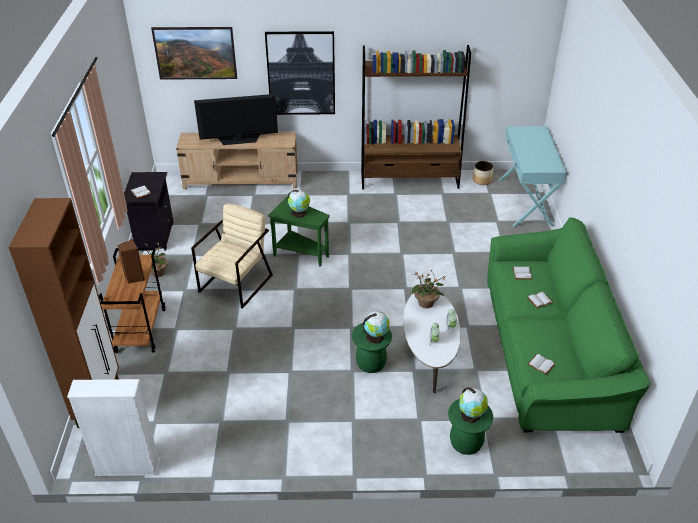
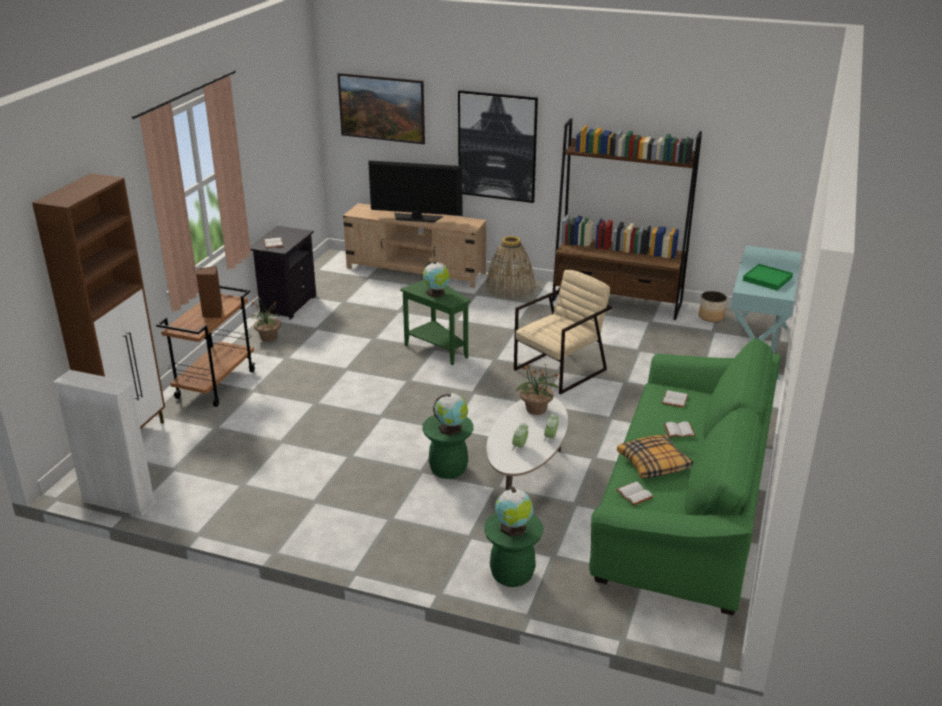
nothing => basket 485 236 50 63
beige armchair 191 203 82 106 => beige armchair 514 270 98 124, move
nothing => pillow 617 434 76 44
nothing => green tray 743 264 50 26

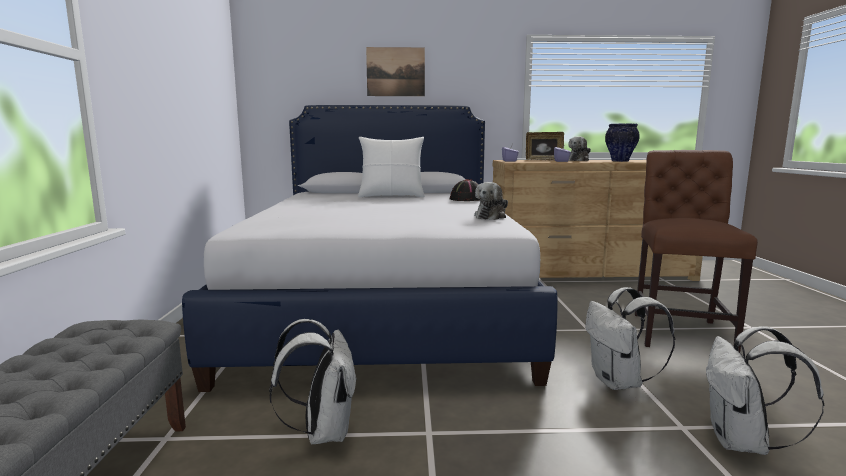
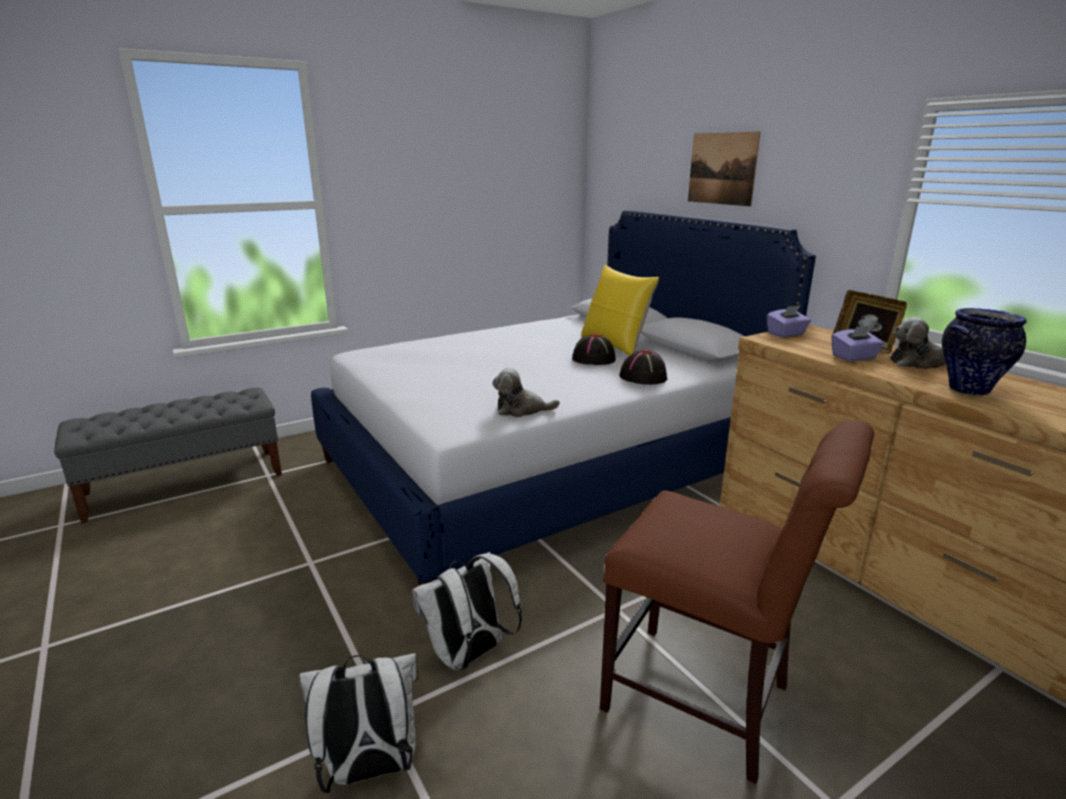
nothing => black hat 572 334 44 31
white pillow 358 137 66 60 => yellow pillow 581 265 78 91
brown chair 635 150 123 202 => brown chair 600 420 274 364, 45 degrees clockwise
white backpack 269 319 88 125 => nothing

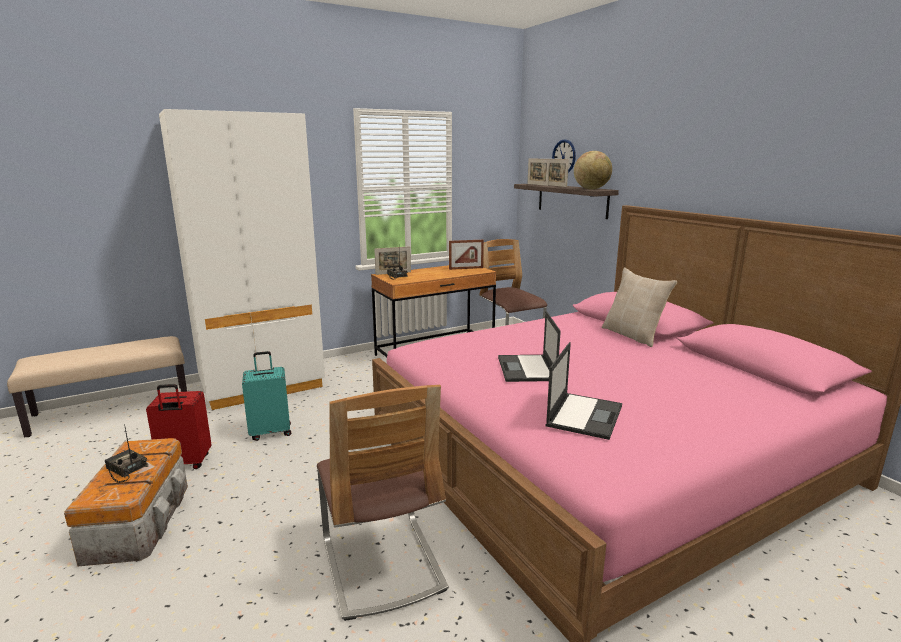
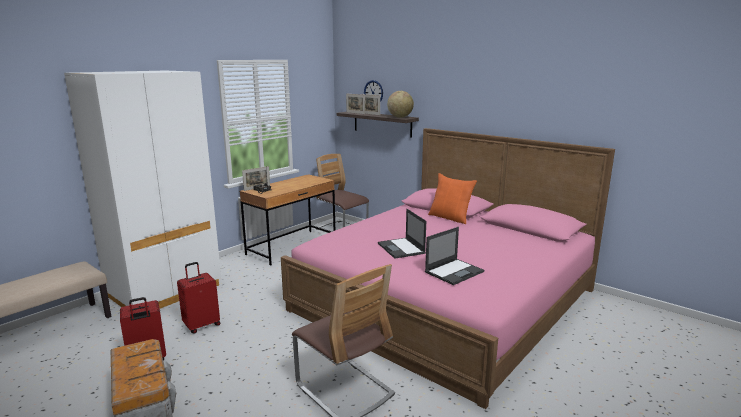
turquoise suitcase 242 351 49 90 => red suitcase 177 262 43 71
laptop 546 342 76 98 => laptop 425 227 59 58, 45 degrees clockwise
beige pillow 602 268 75 79 => orange pillow 428 173 49 51
radio 105 424 43 59 => nothing
picture frame 449 240 35 30 => nothing

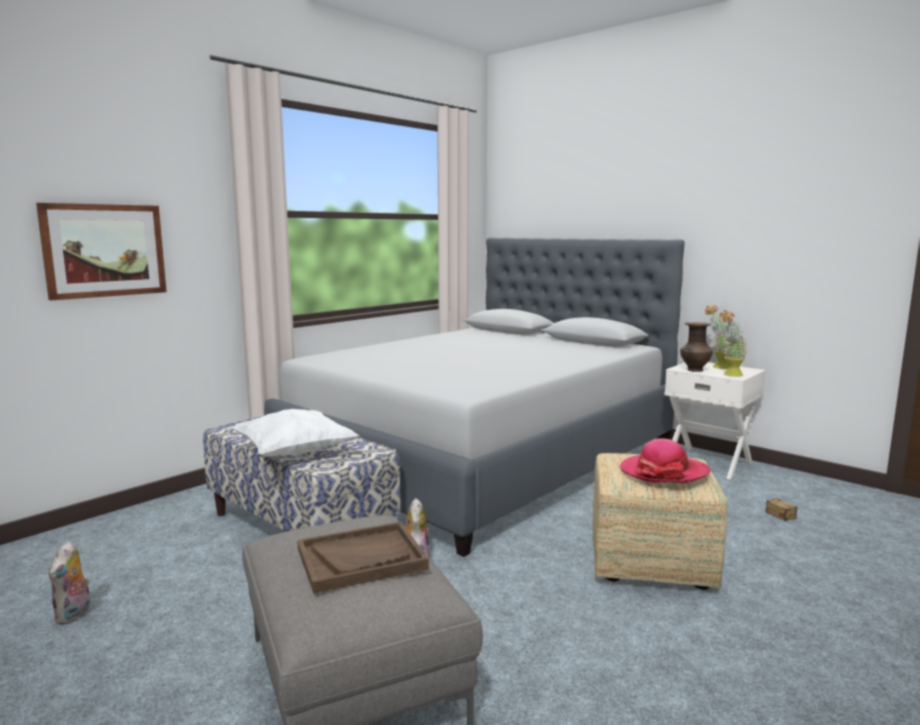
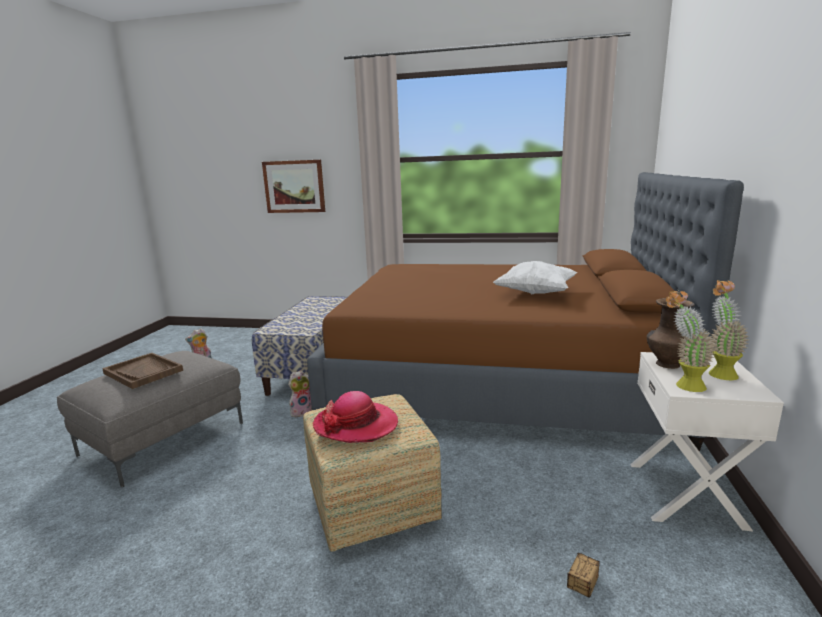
grey bed 264 238 421 319 => brown bed 307 172 437 280
white pillow 232 409 127 48 => white pillow 493 261 85 33, move

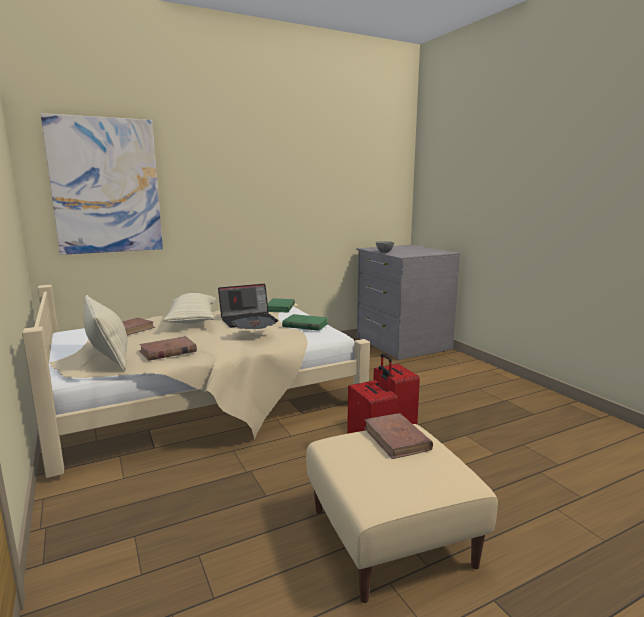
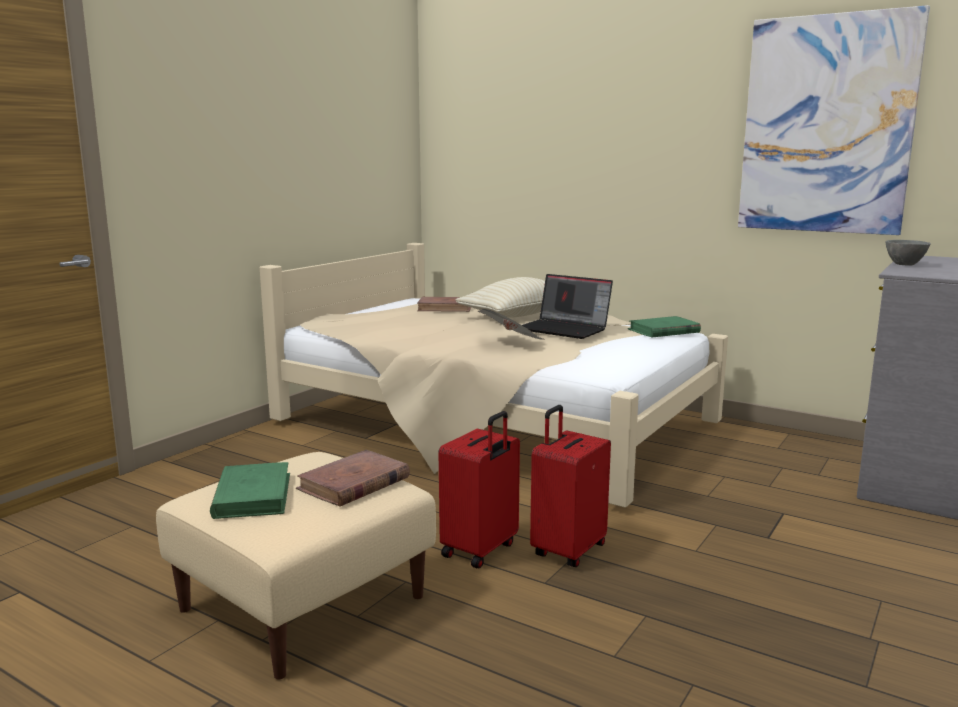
green book 282 314 46 17 => green book 210 462 80 57, move
picture 41 113 122 142 => picture 738 5 192 230, move
beige pillow 84 295 44 76 => nothing
brown book 139 336 58 25 => nothing

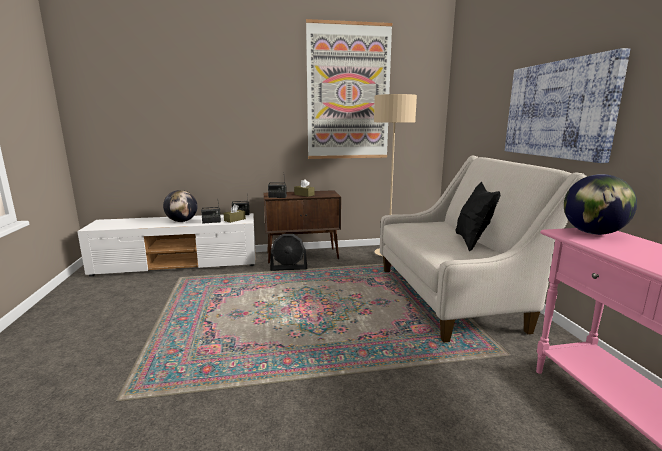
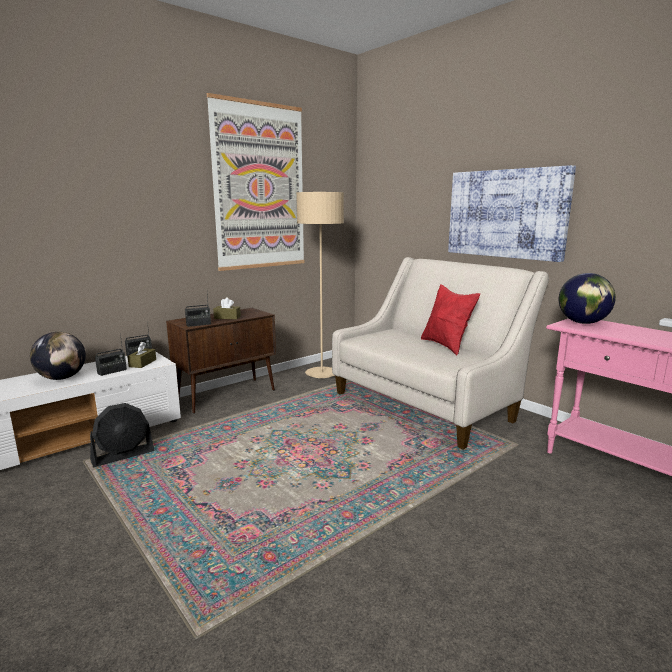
black fan 270 234 37 37 => black fan 90 403 65 64, move
black pillow 455 182 46 69 => red pillow 421 284 59 71

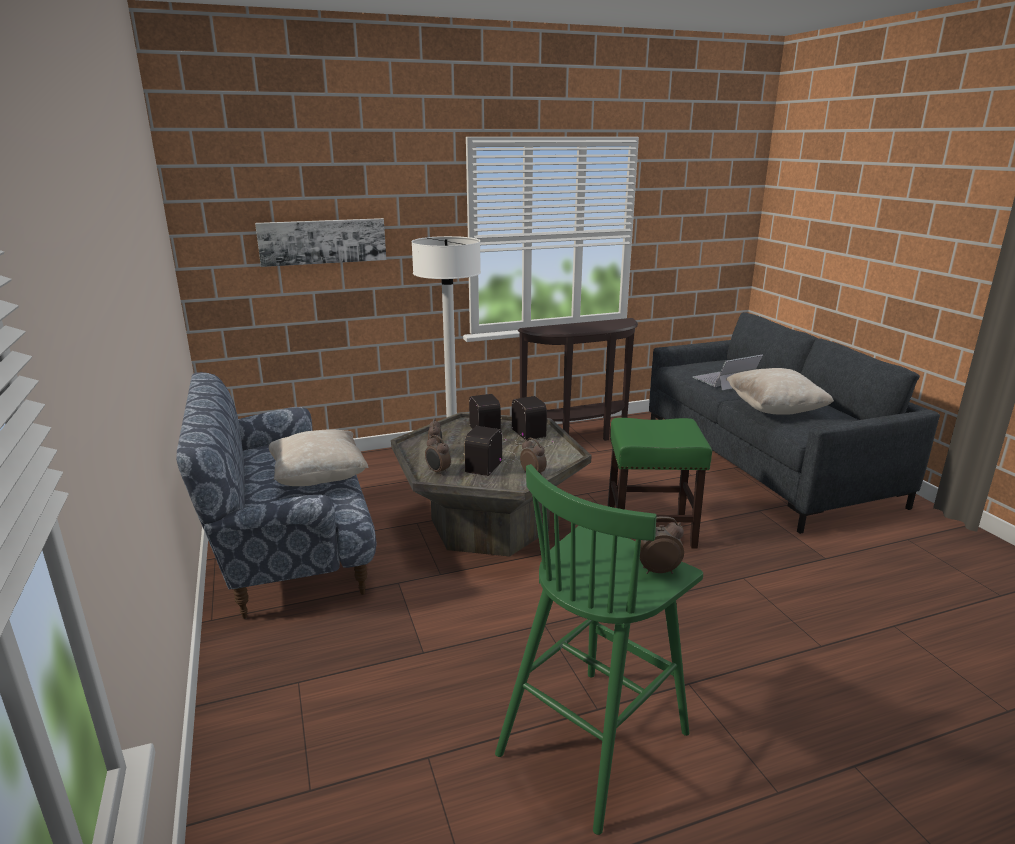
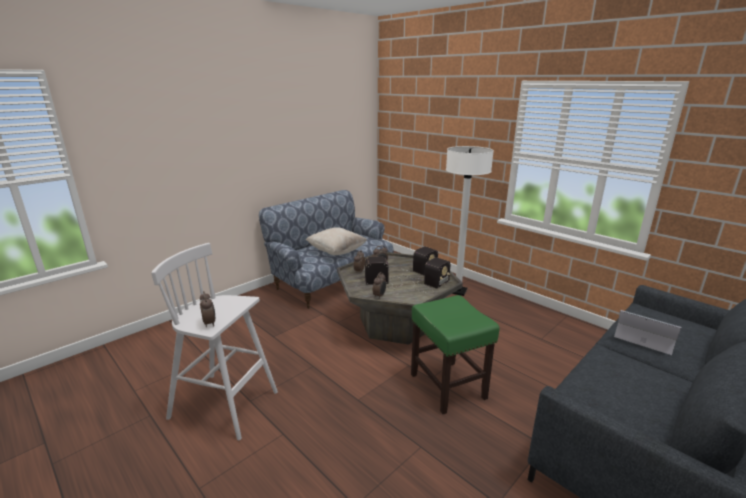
green stool 495 464 208 371 => white stool 151 243 127 197
picture 255 218 131 49 => nothing
brown console table 518 318 120 123 => nothing
beige pillow 726 368 108 47 => nothing

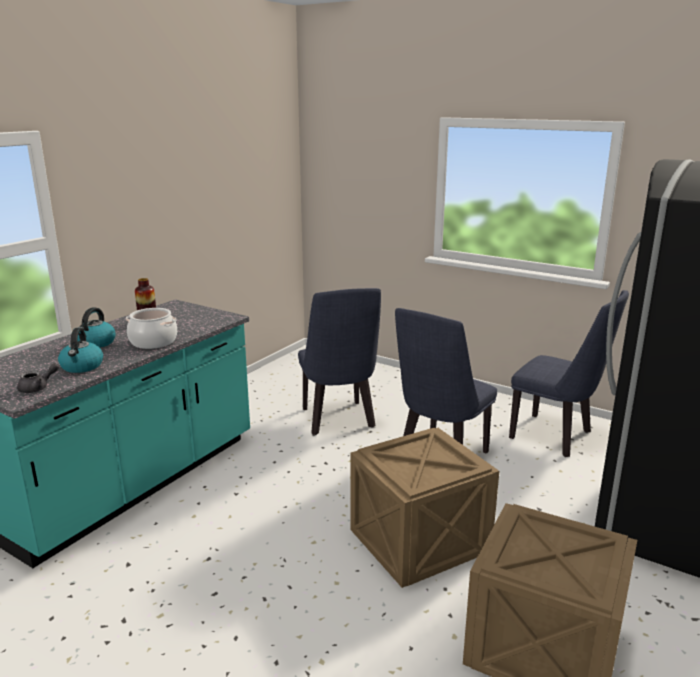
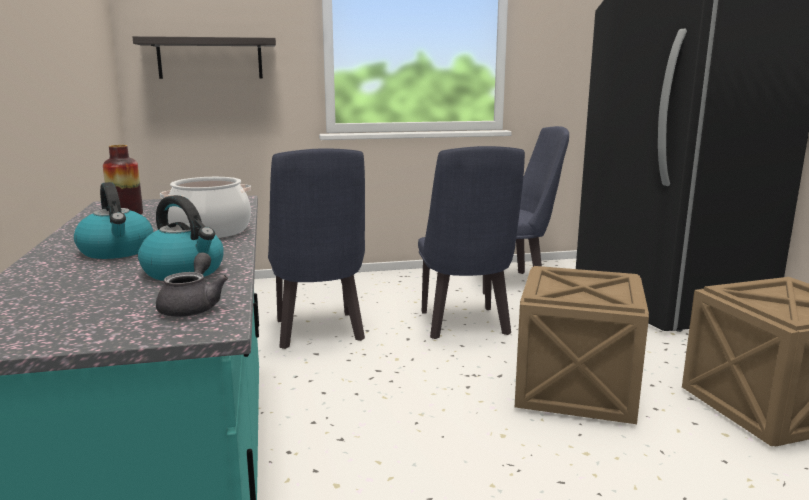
nothing => shelf 132 36 144 43
blue chair 298 288 83 147 => blue chair 268 148 97 201, 45 degrees clockwise

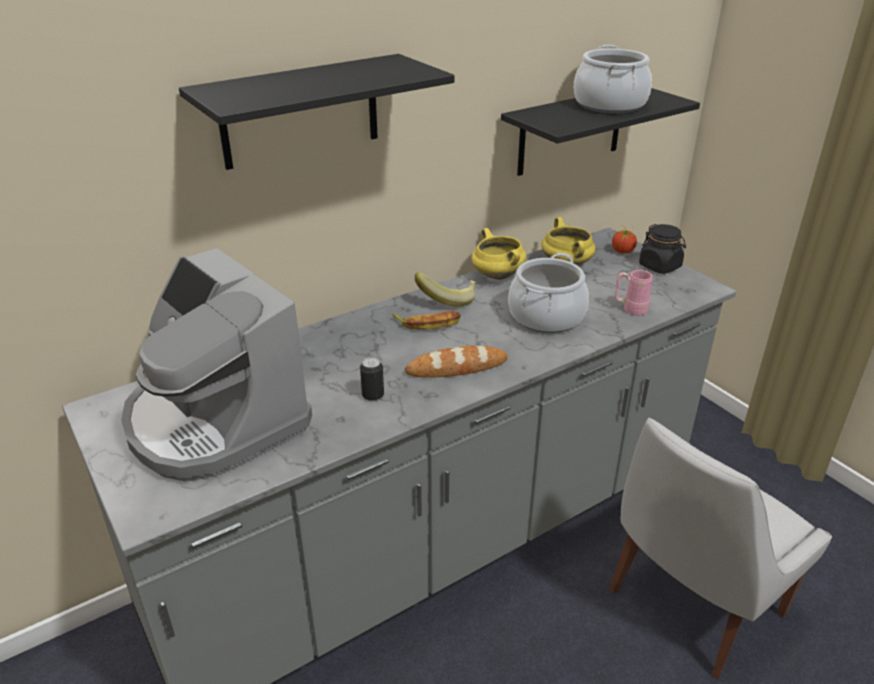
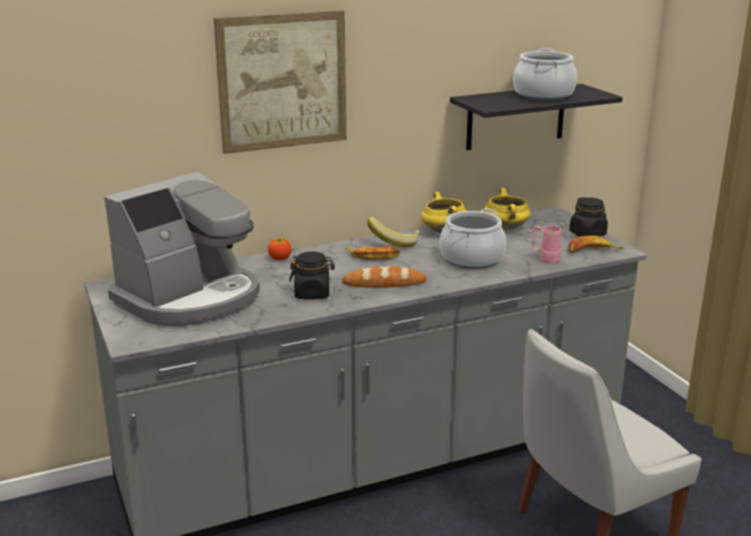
coffee machine 121 248 191 234 => coffee machine 104 172 156 154, 105 degrees counterclockwise
black shelf 179 54 275 116 => picture 214 10 132 144
tomato 612 227 25 27 => tomato 268 234 23 26, move
can 360 357 24 44 => black jar 289 252 46 47
nothing => banana 568 236 56 17

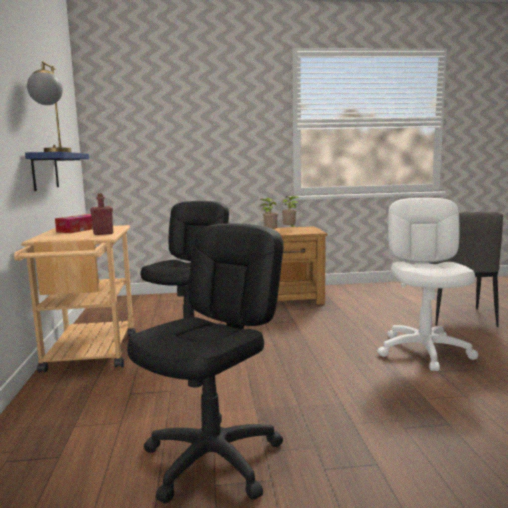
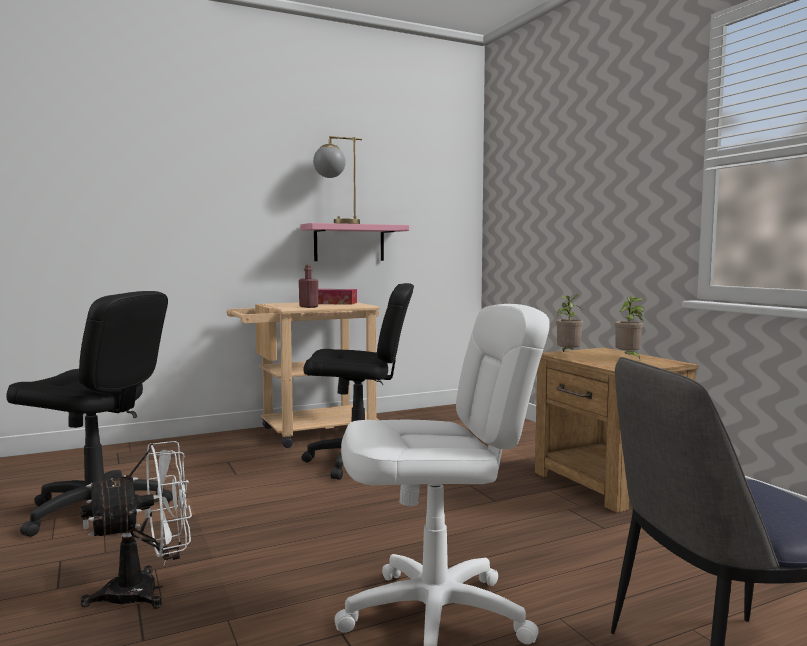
nothing => white fan 80 441 112 168
blue shelf 25 152 64 39 => pink shelf 301 223 108 38

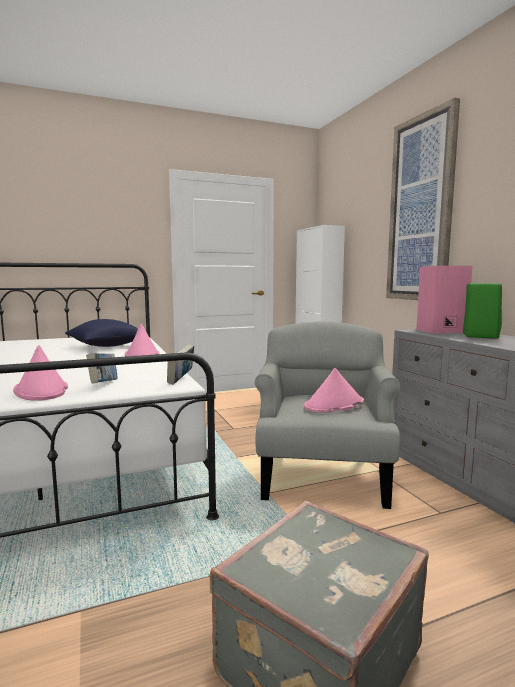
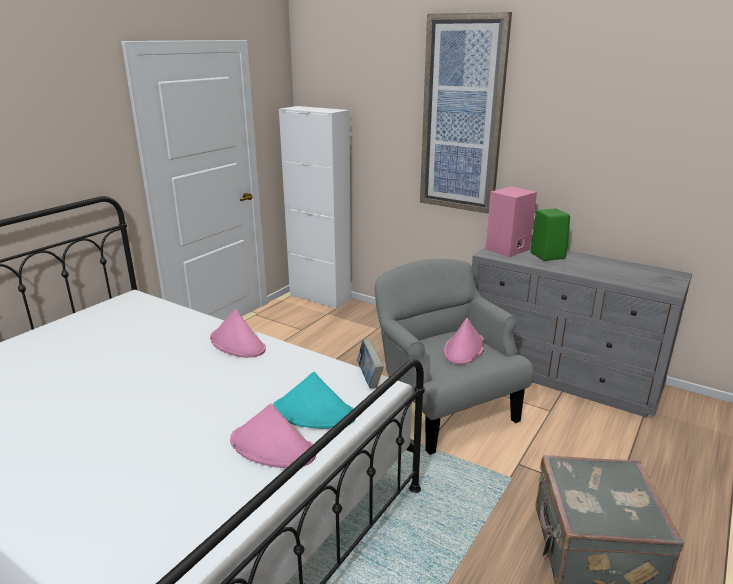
book 86 353 32 31 => turquoise hat 273 372 83 57
blue pillow 65 319 73 28 => nothing

